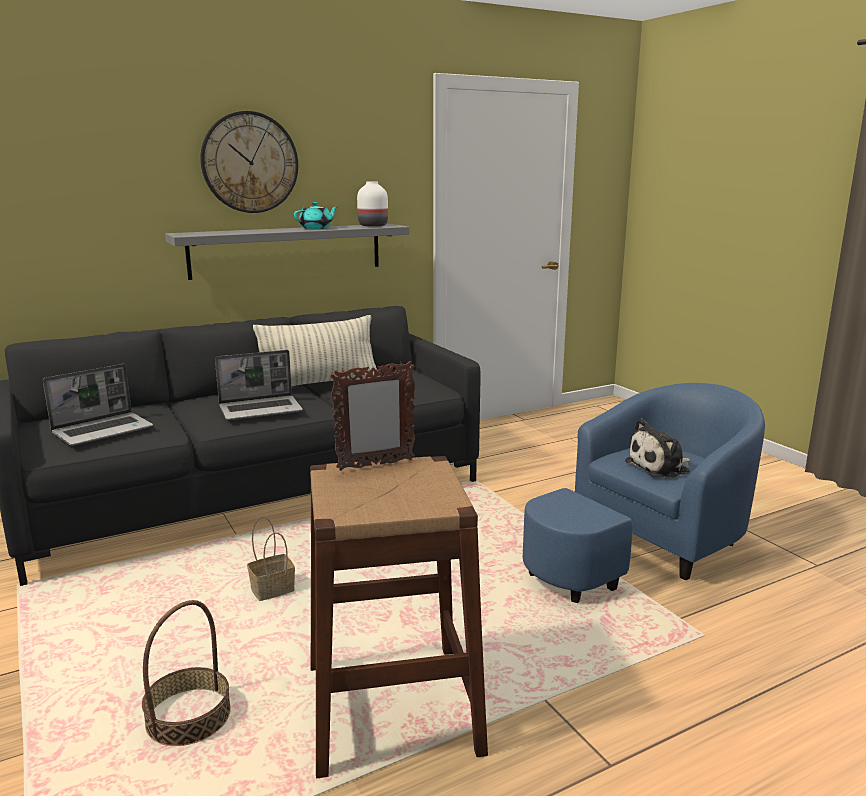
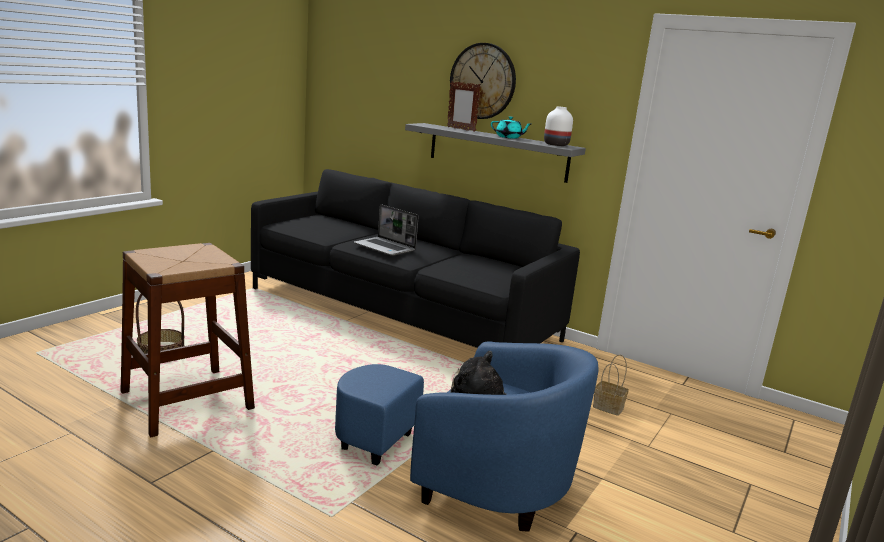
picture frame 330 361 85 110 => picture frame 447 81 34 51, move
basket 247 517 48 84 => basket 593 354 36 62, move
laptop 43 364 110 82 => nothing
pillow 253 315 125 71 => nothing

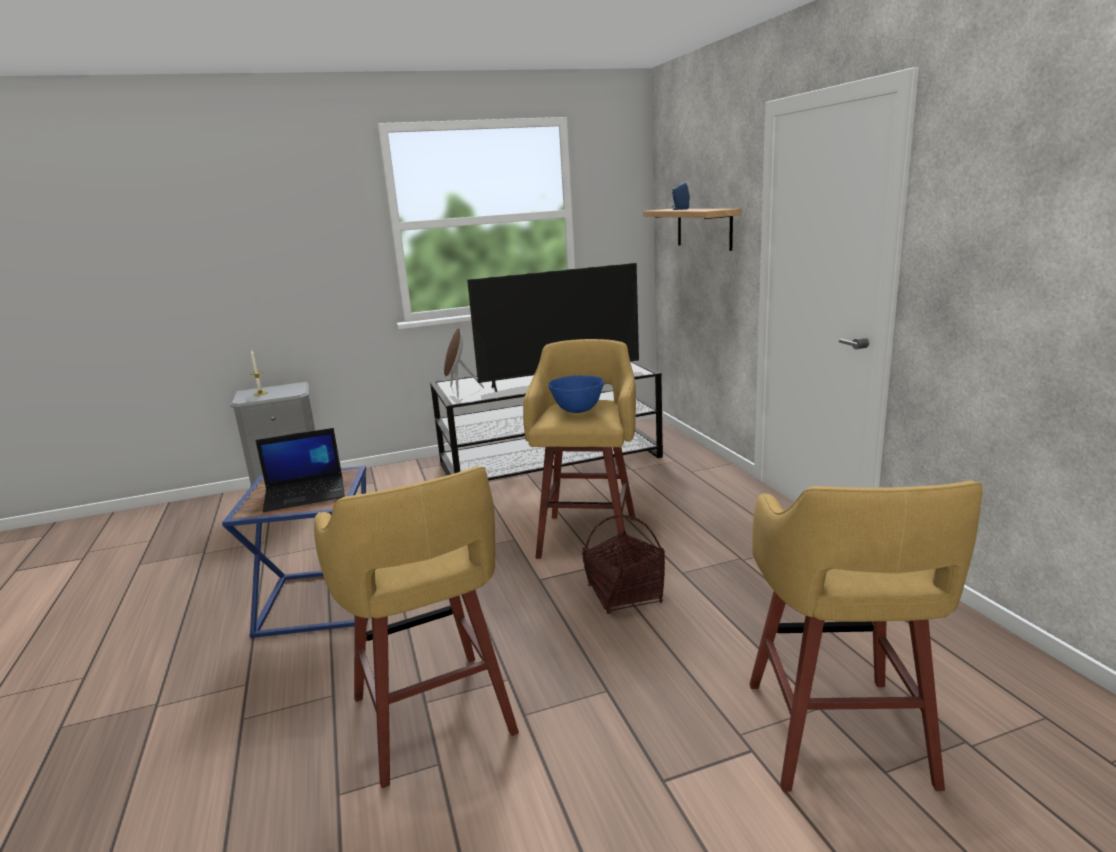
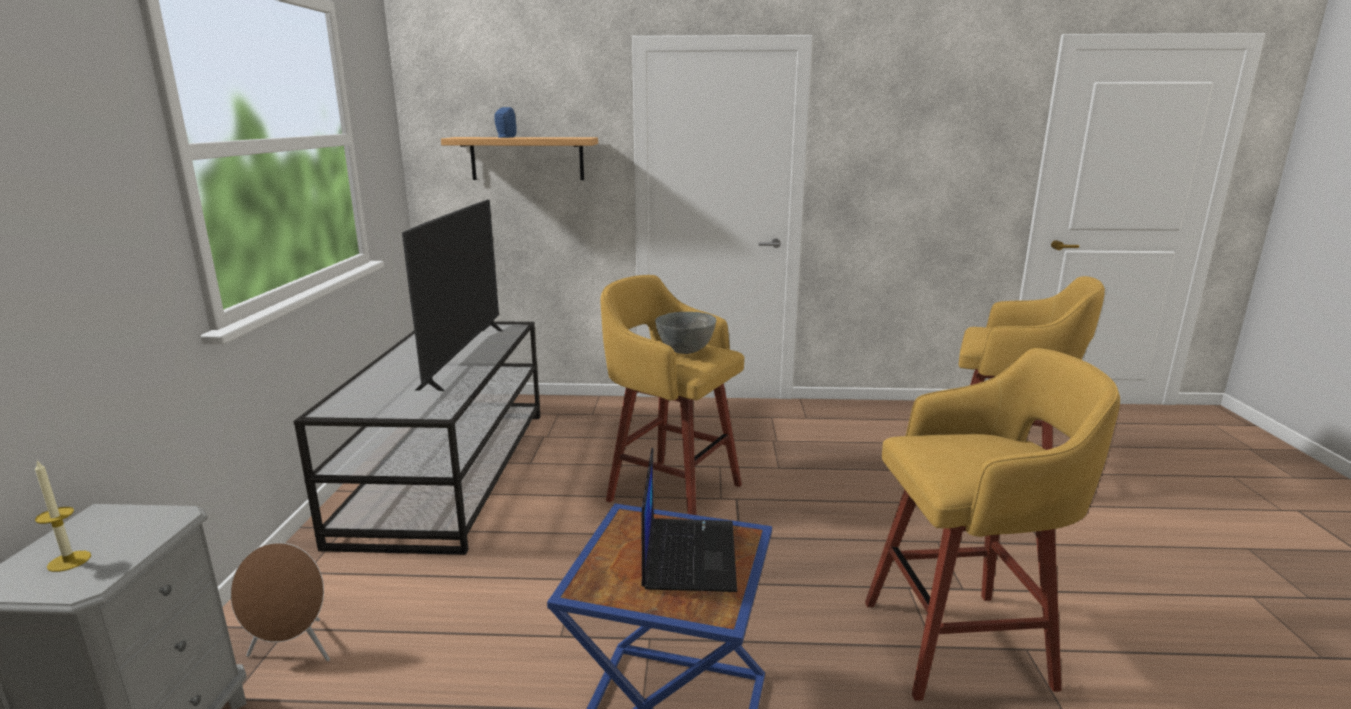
brown speaker 444 328 40 69 => brown speaker 231 543 99 118, move
blue bowl 548 375 56 38 => grey bowl 655 312 61 42
basket 582 515 83 99 => nothing

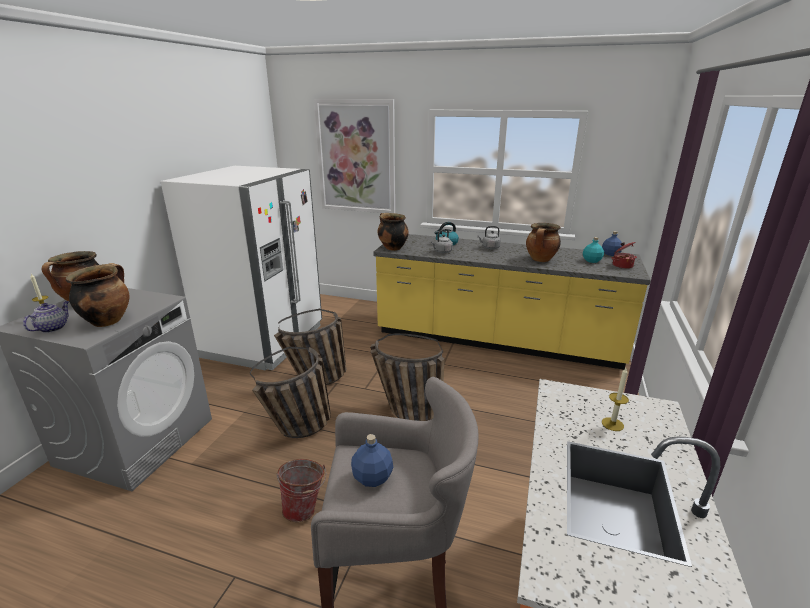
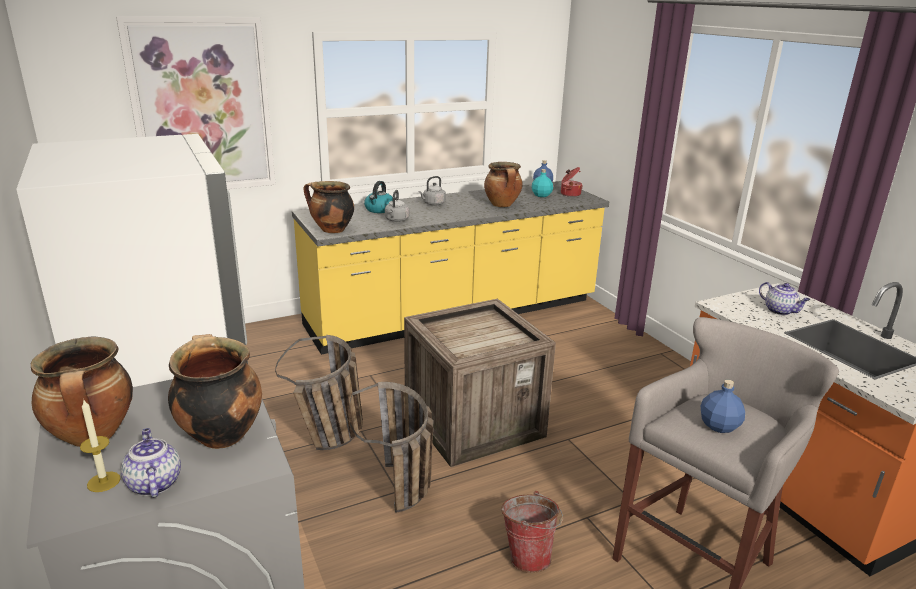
basket 370 333 75 88 => crate 404 299 152 168
candle 602 368 27 63 => teapot 759 282 51 33

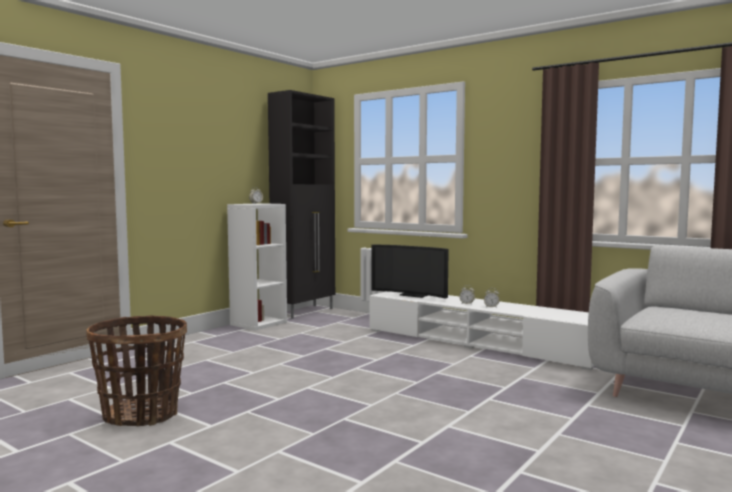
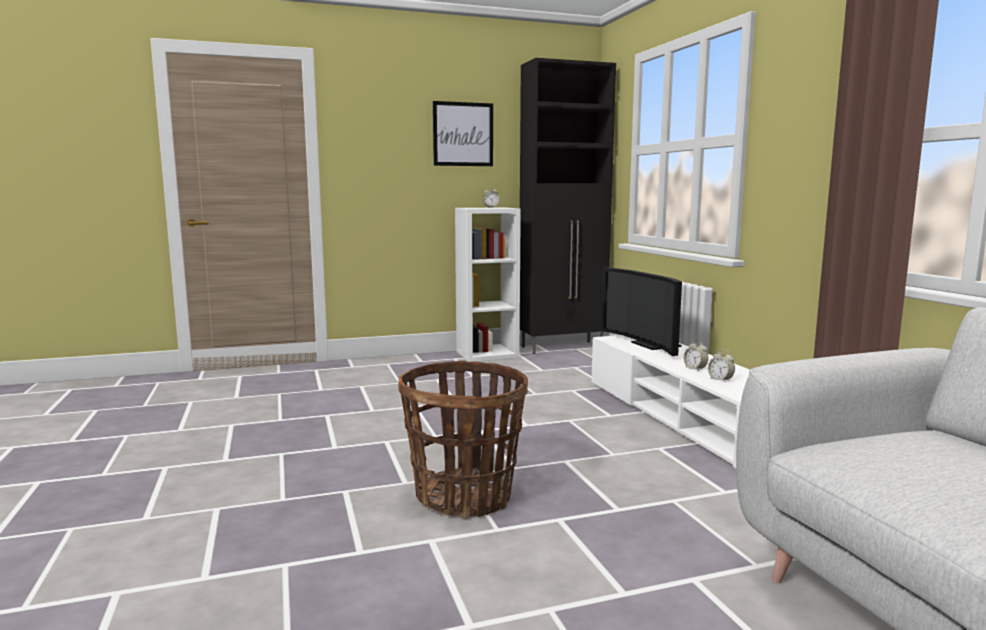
basket 86 315 101 111 => basket 398 361 130 157, move
nothing => picture 433 101 60 65

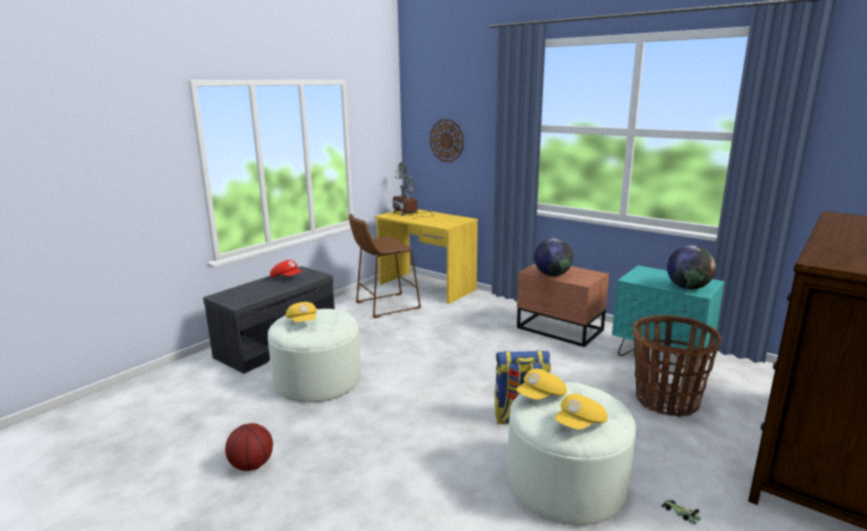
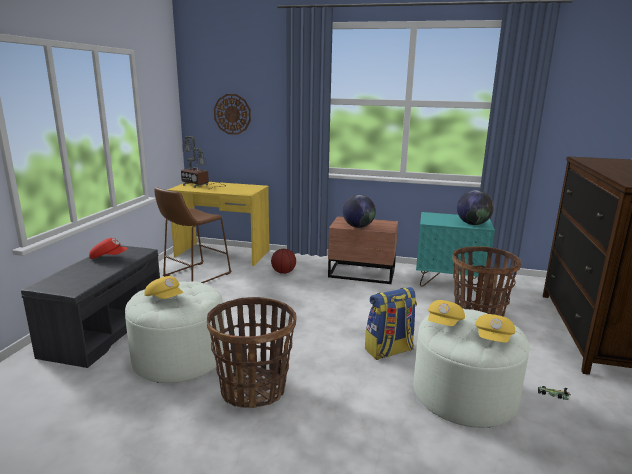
nothing => basket 207 297 90 111
basketball 225 423 48 48 => basketball 271 249 25 25, move

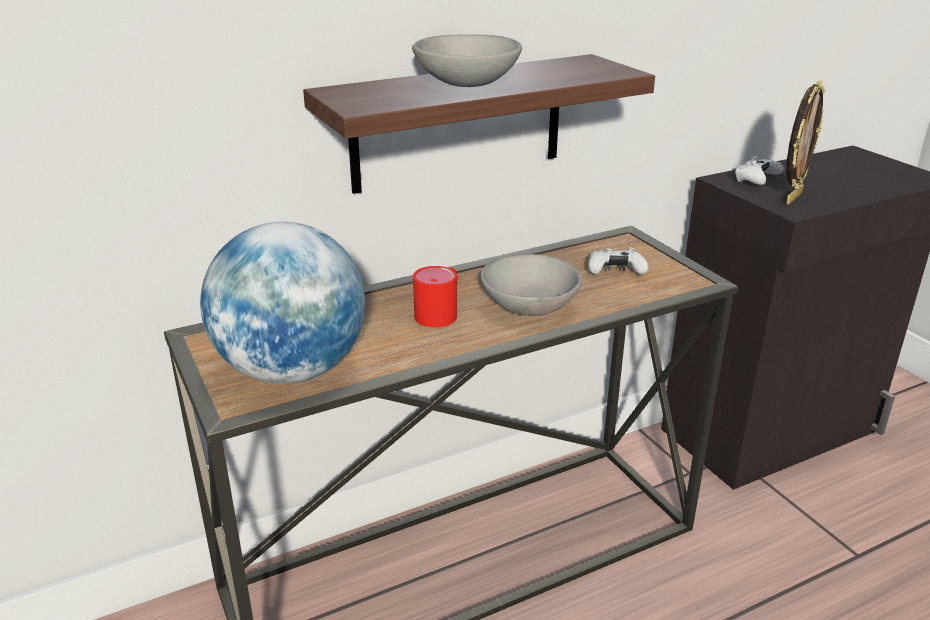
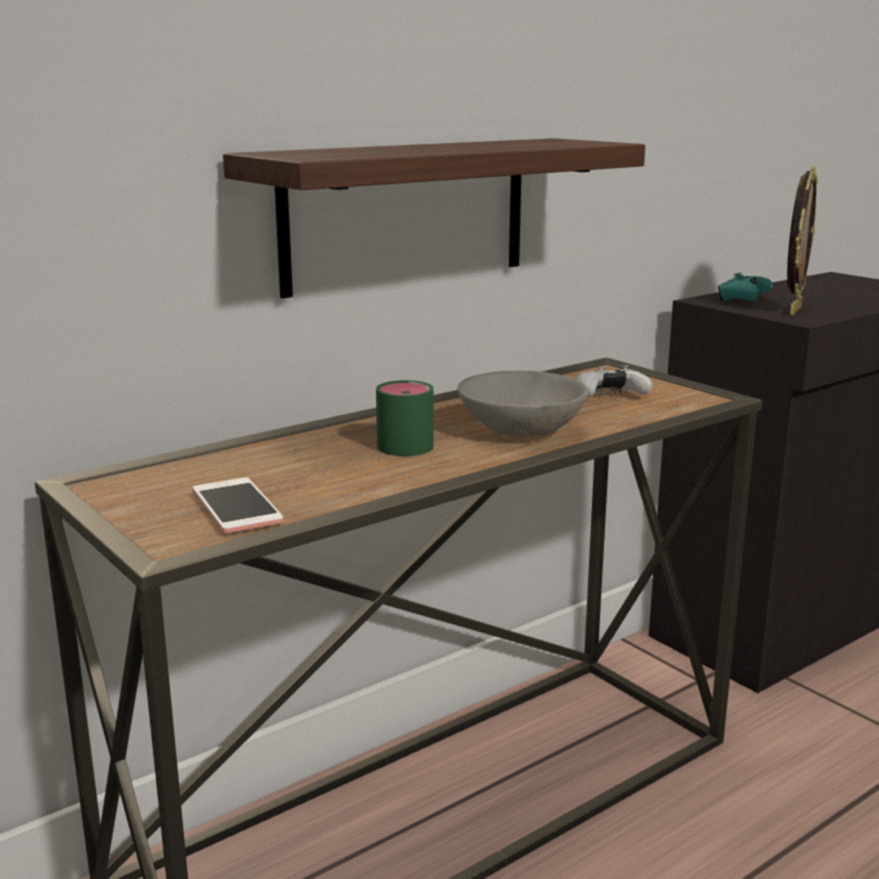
globe 200 222 165 162 => phone 192 477 92 56
red mug 413 266 45 61 => green mug 376 380 58 76
white game controller 734 156 50 29 => turquoise game controller 718 273 55 28
grey bowl 412 34 110 53 => nothing

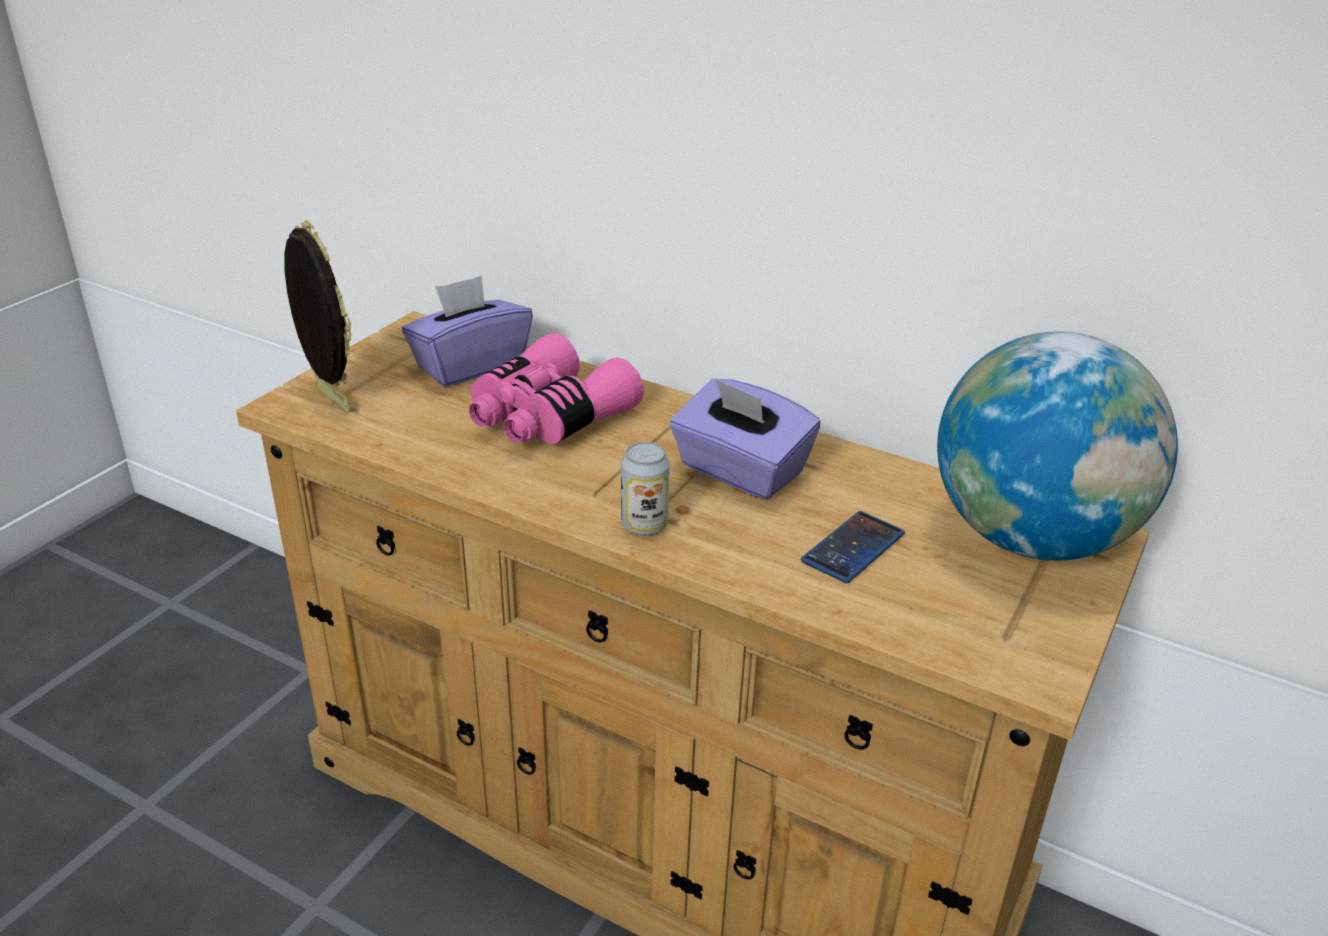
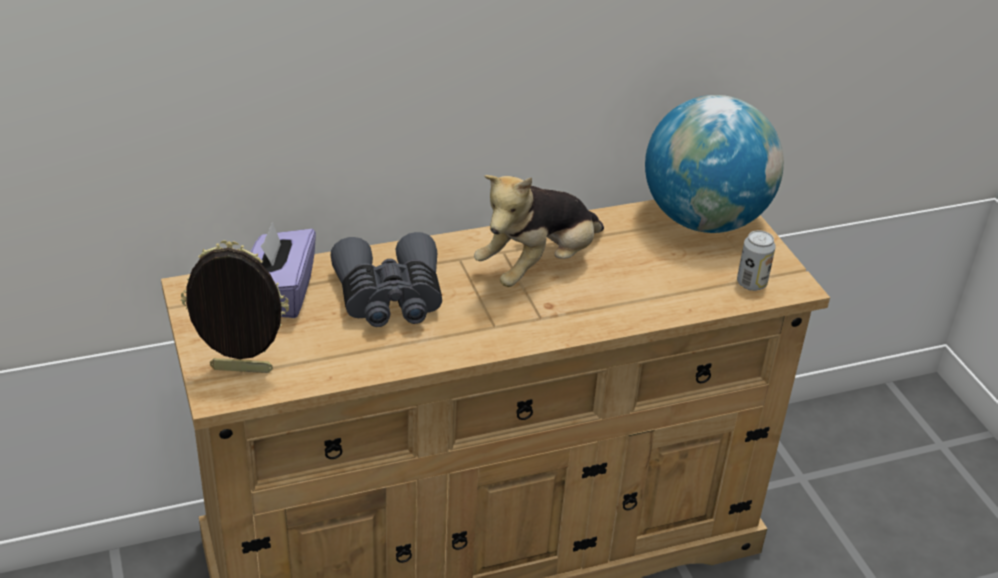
pink binoculars 469 333 175 111 => grey binoculars 331 232 111 95
purple tissue box 670 378 150 122 => plush toy 474 175 130 112
can 621 442 49 94 => can 737 230 39 61, move
phone 801 511 104 72 => nothing

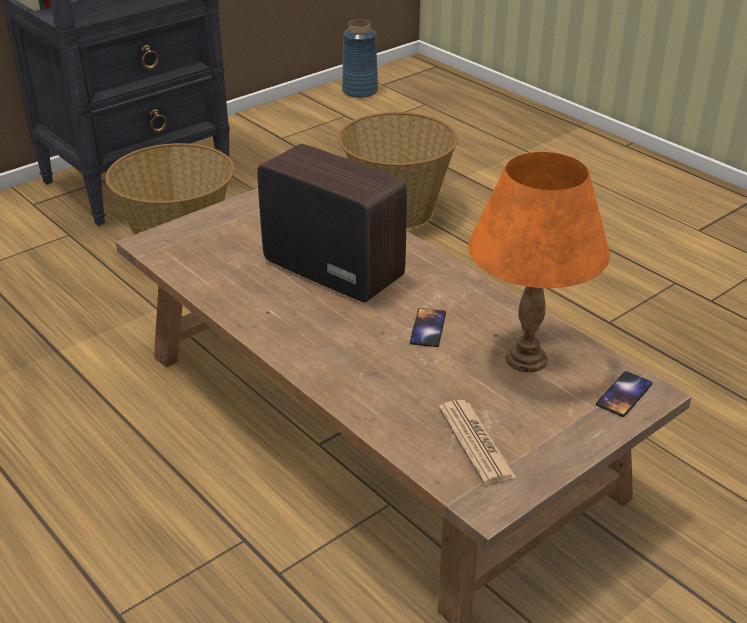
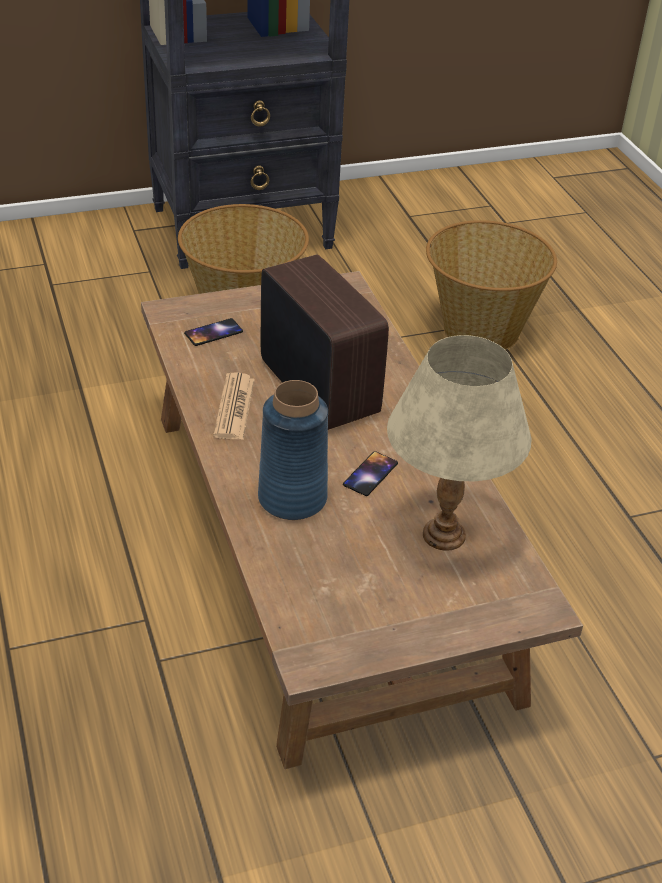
phone 596 371 56 46 => phone 184 318 59 28, move
newspaper 438 400 79 85 => newspaper 213 373 42 67, move
blue vase 342 19 36 79 => blue vase 258 380 70 140, move
orange table lamp 468 152 142 220 => beige table lamp 387 335 145 216

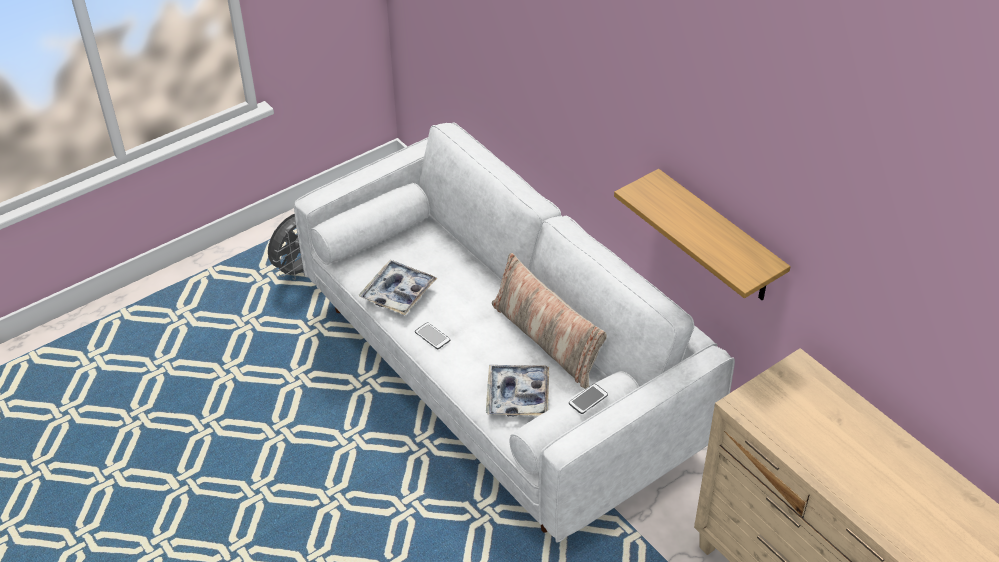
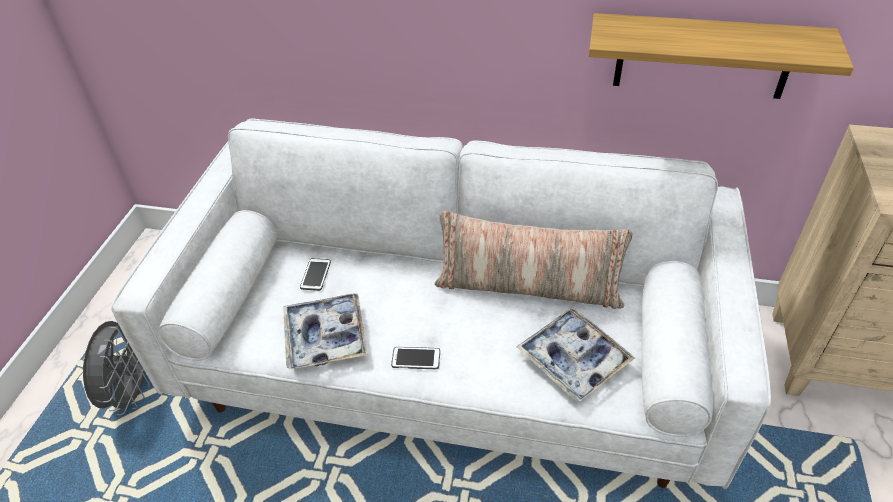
phone 569 384 39 30 => phone 300 258 31 33, move

